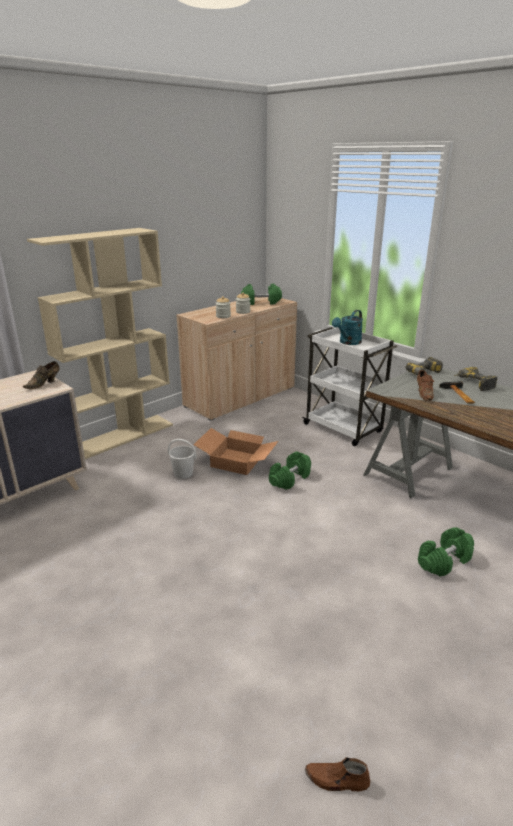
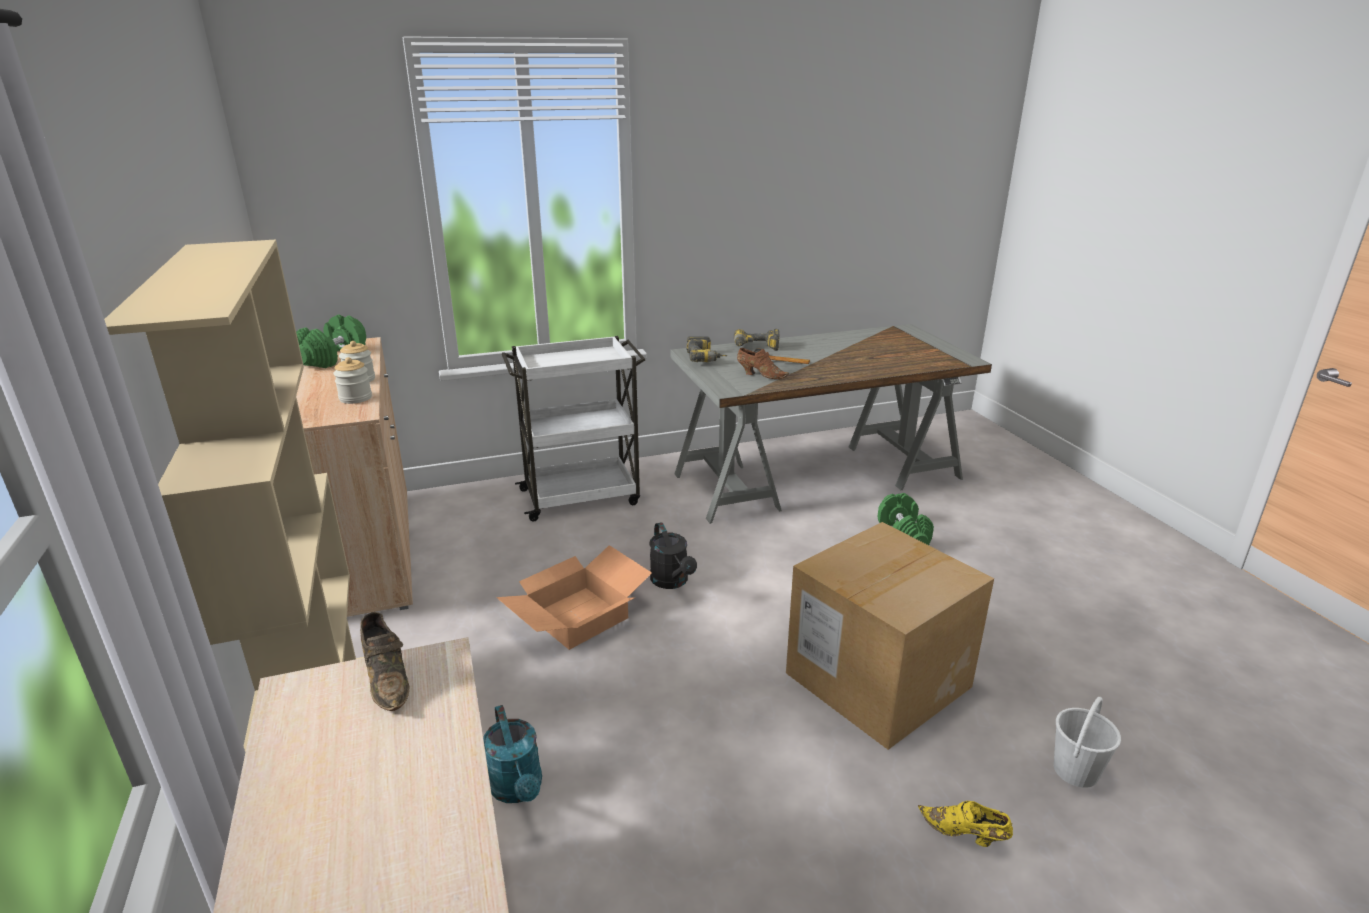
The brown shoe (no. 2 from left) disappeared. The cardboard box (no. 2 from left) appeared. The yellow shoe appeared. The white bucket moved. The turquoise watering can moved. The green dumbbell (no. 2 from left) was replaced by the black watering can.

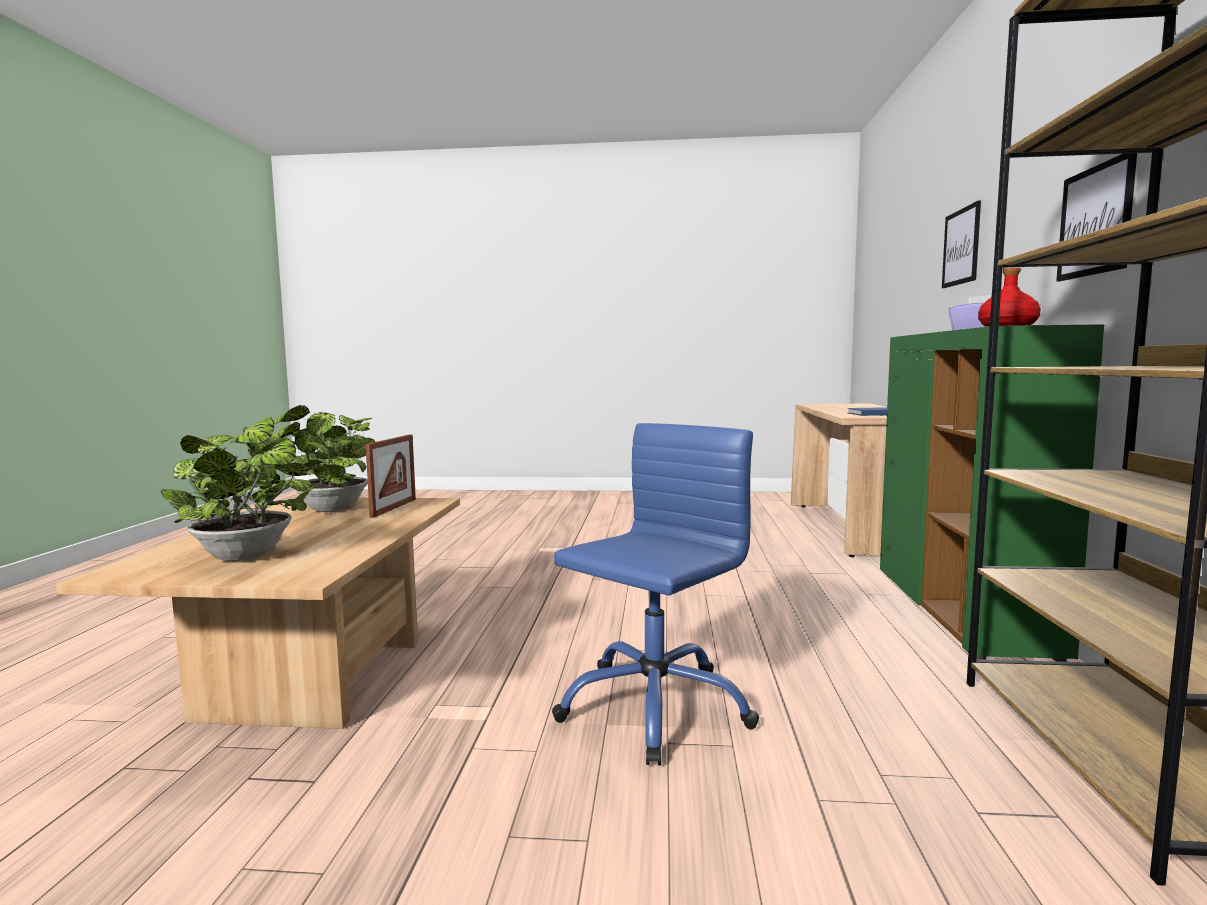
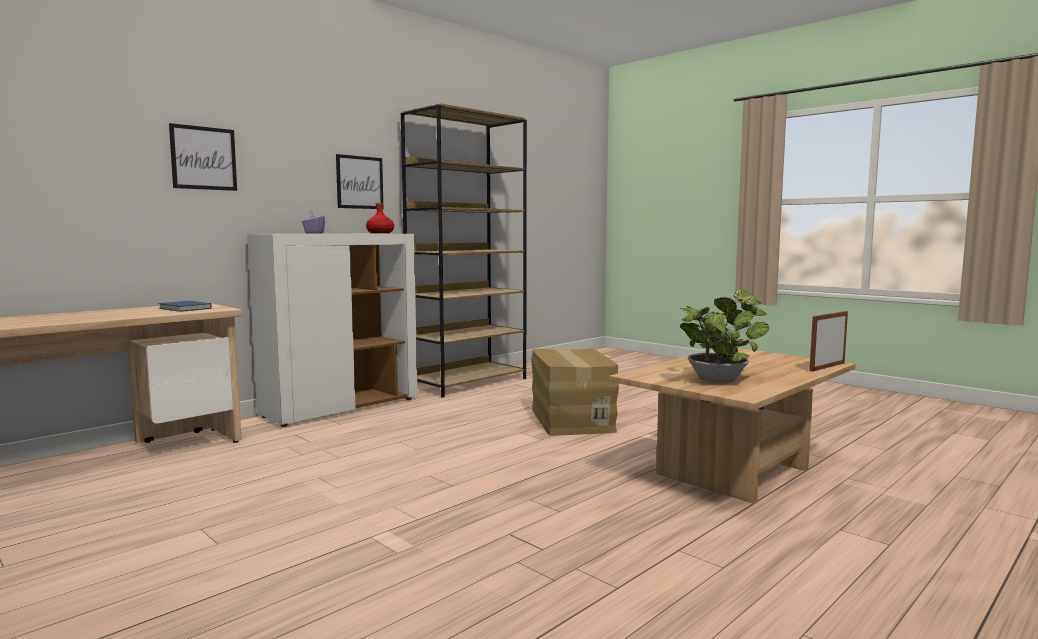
The potted plant (no. 1 from left) disappeared. The picture frame moved. The blue office chair was replaced by the cardboard box. The green cabinet became the white cabinet.

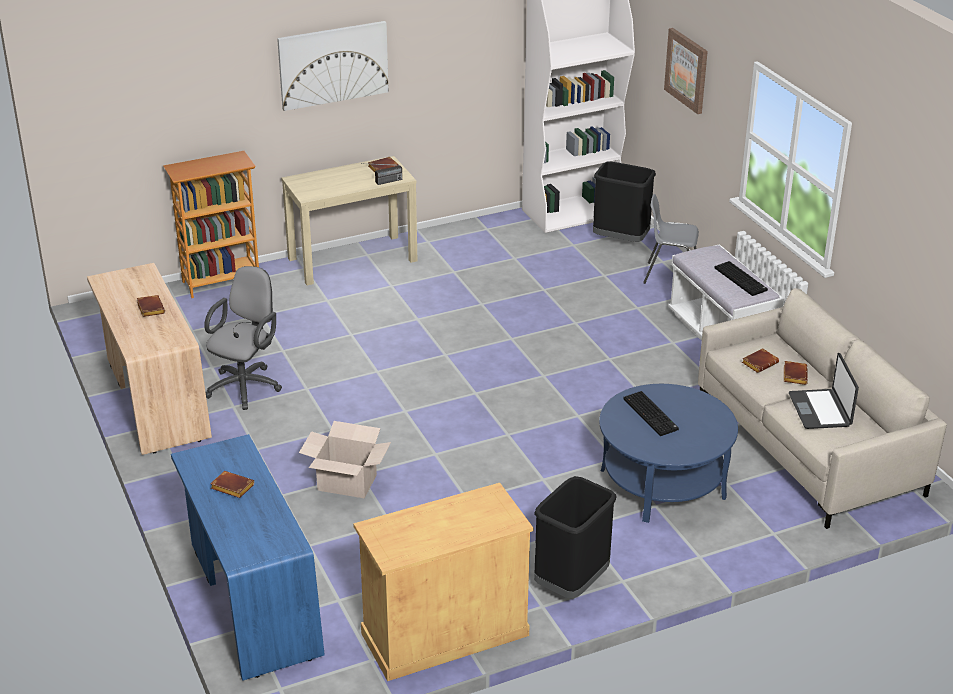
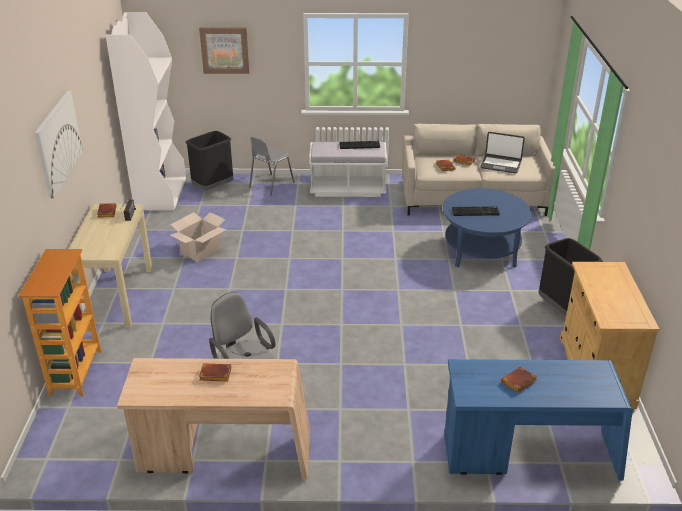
The cardboard box moved.

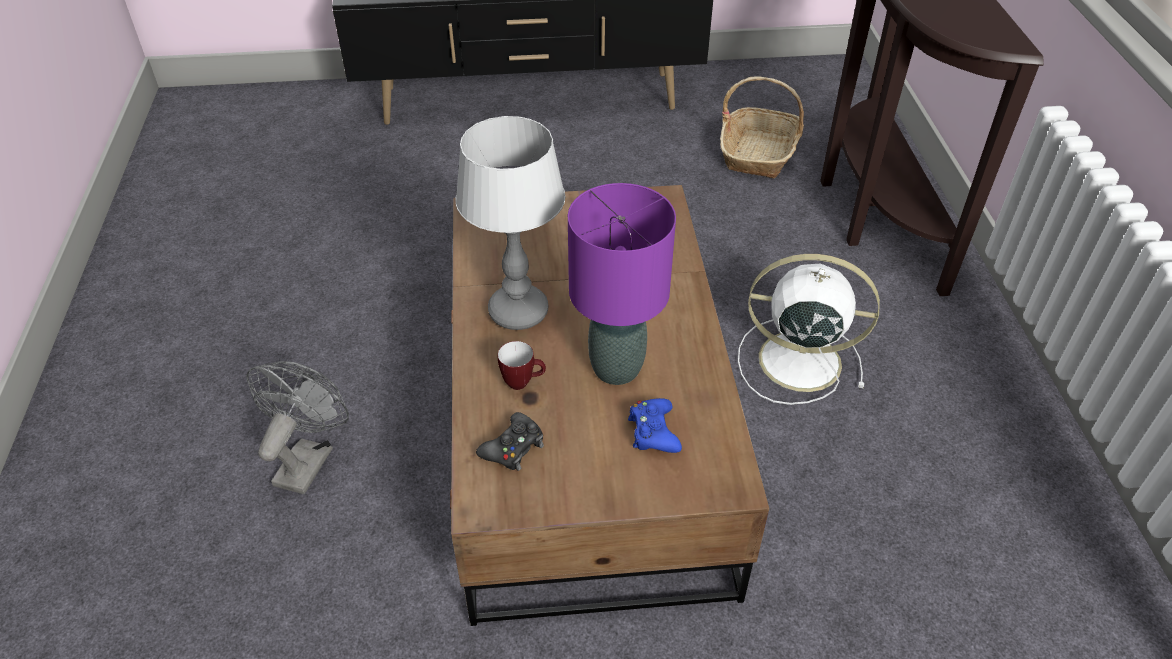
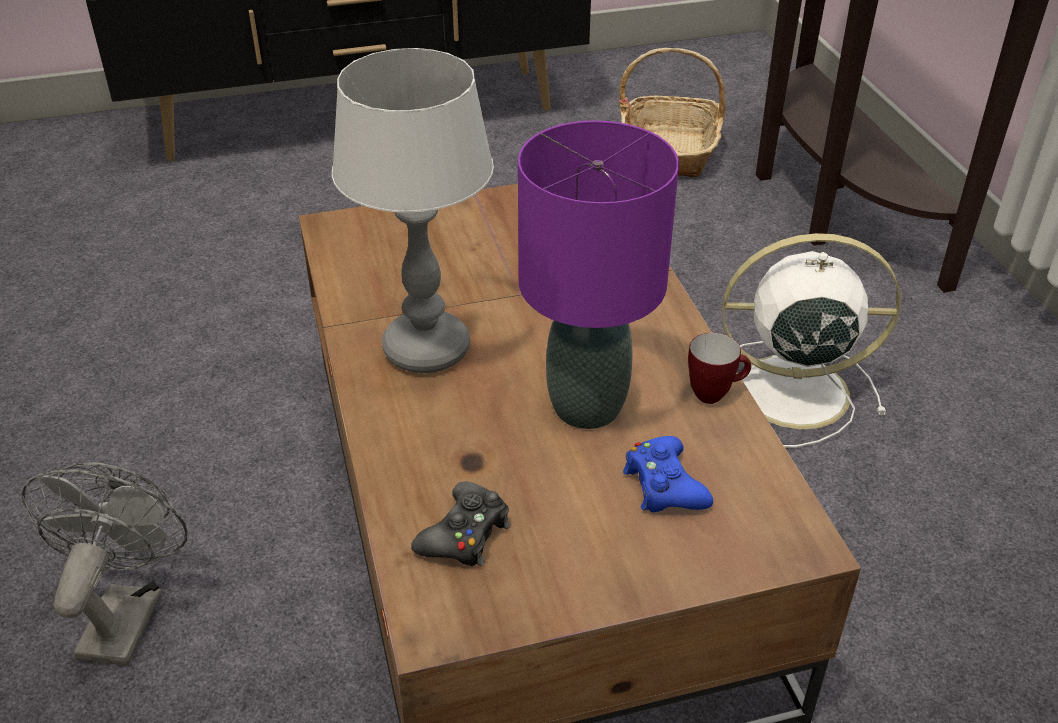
The mug moved.

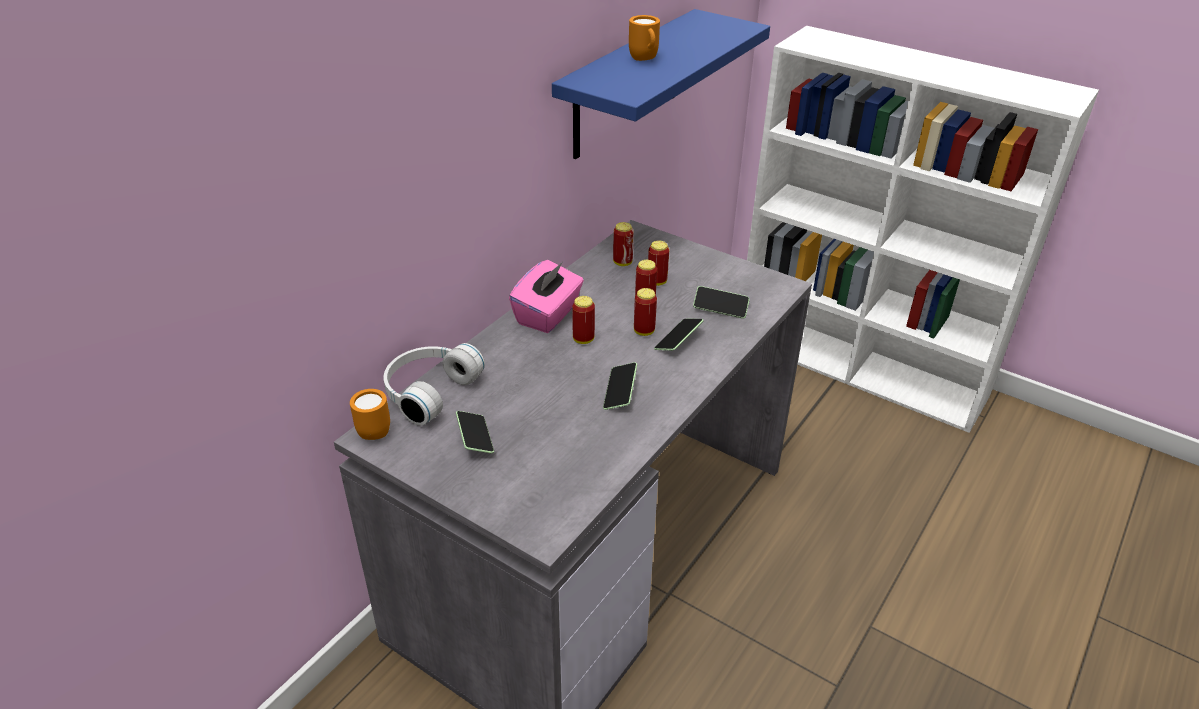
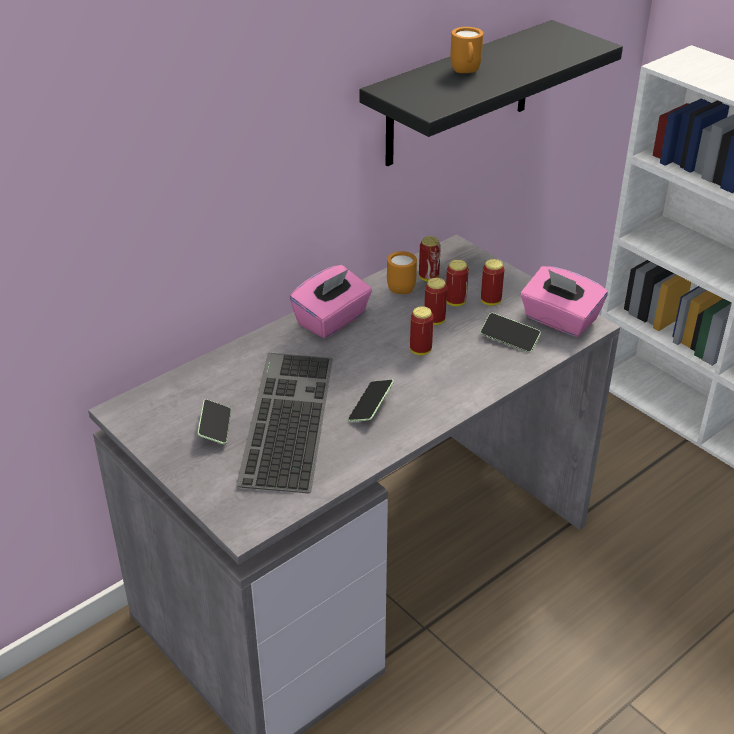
The white headphones disappeared. The phone (no. 3 from left) disappeared. The keyboard appeared. The pink tissue box (no. 2 from left) appeared. The orange mug (no. 1 from left) moved. The can (no. 1 from left in the first image) moved. The blue shelf became the black shelf.

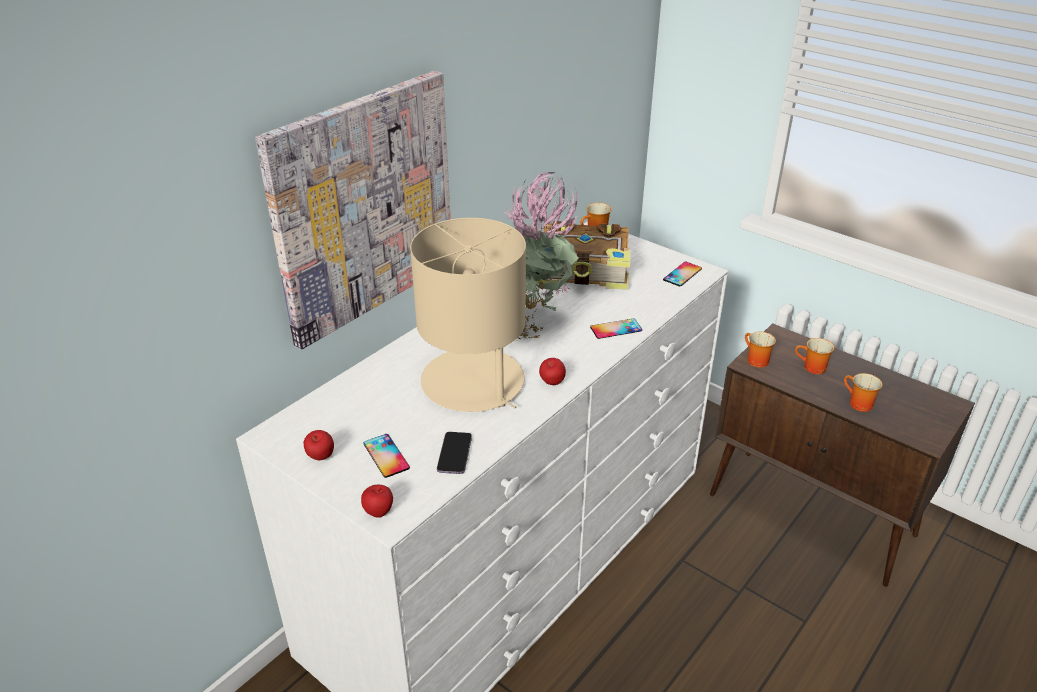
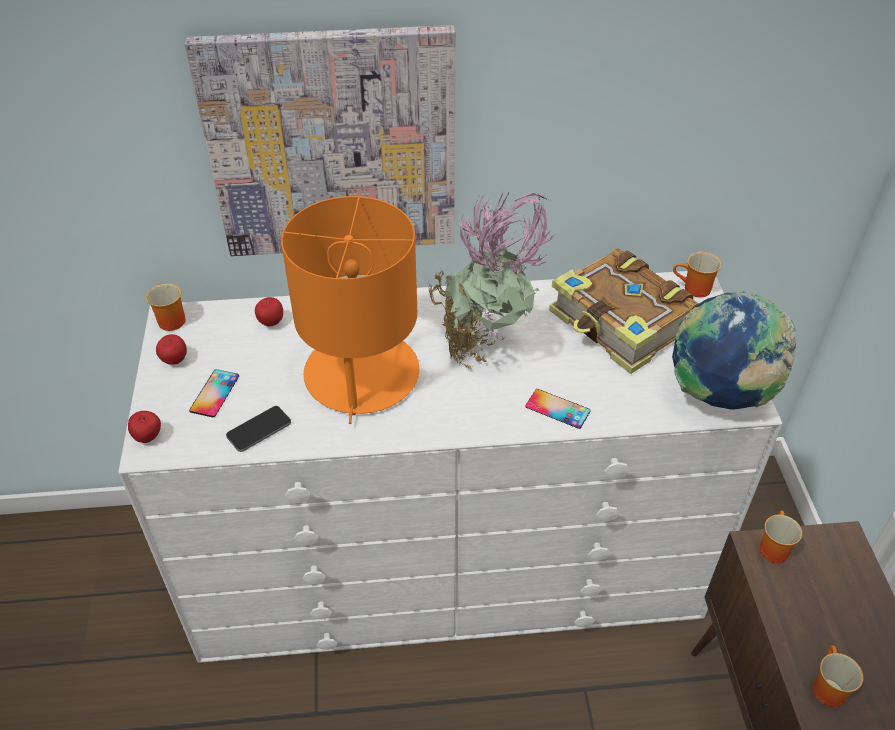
The apple (no. 3 from left) moved. The mug (no. 3 from left in the first image) moved. The phone (no. 4 from left) was replaced by the globe. The beige table lamp became the orange table lamp.

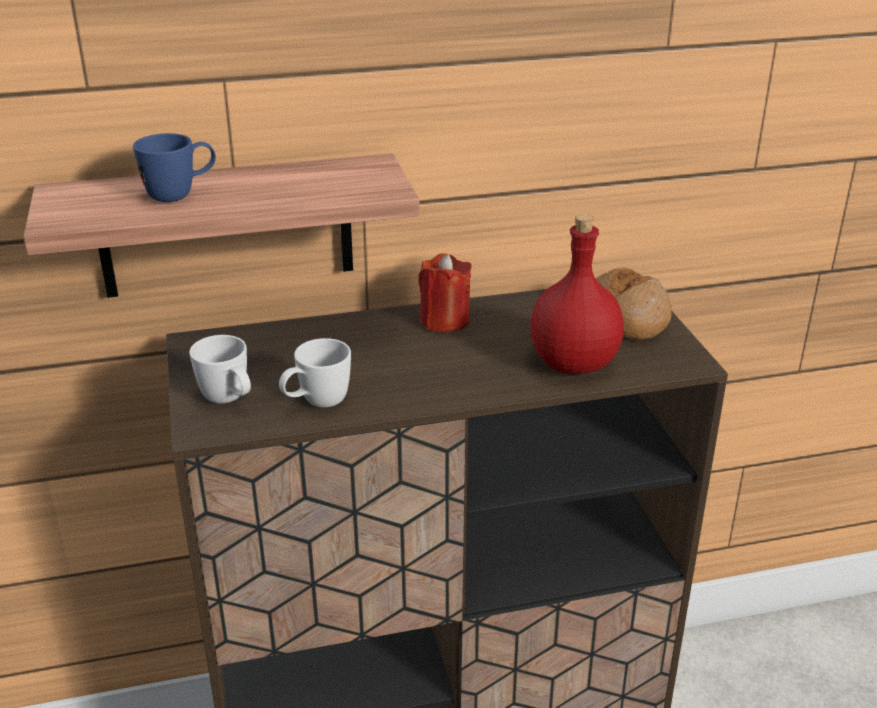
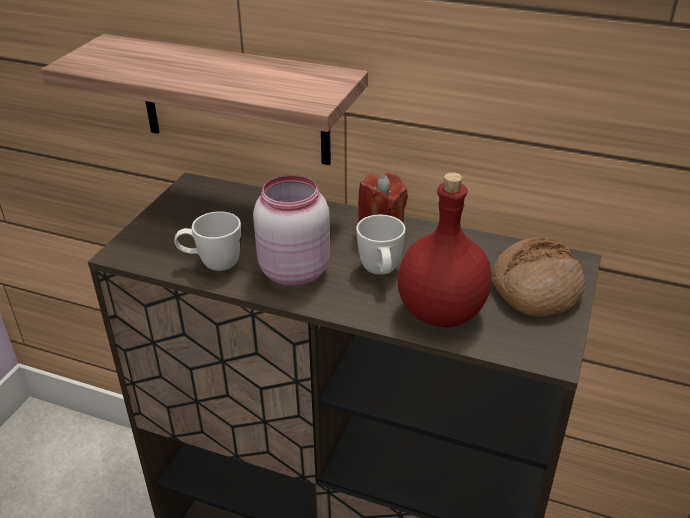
The blue mug disappeared. The pink jar appeared. The white mug (no. 1 from left in the first image) moved.

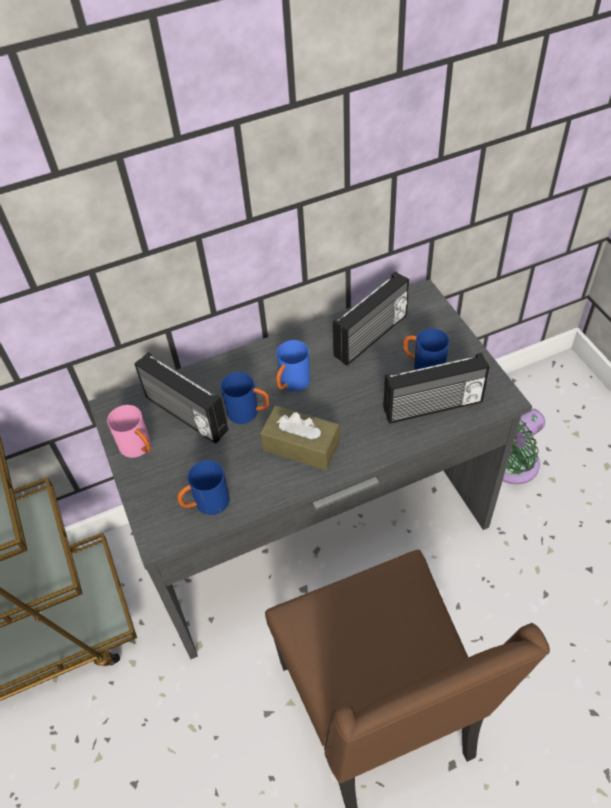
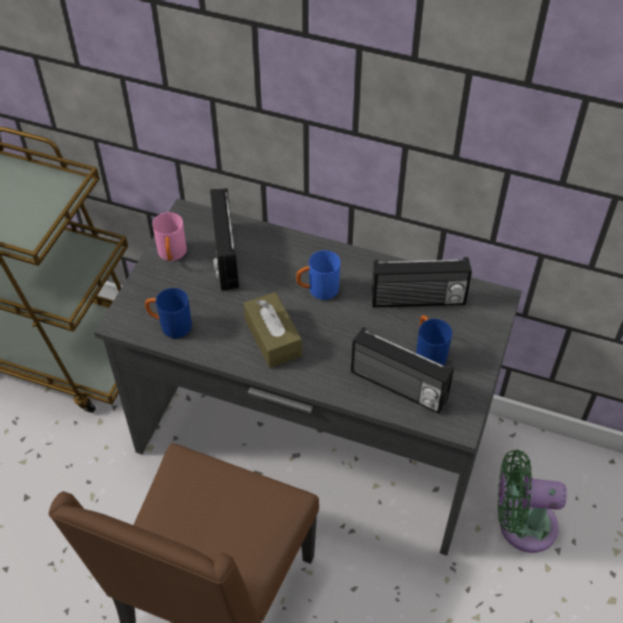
The blue mug (no. 2 from left) disappeared.

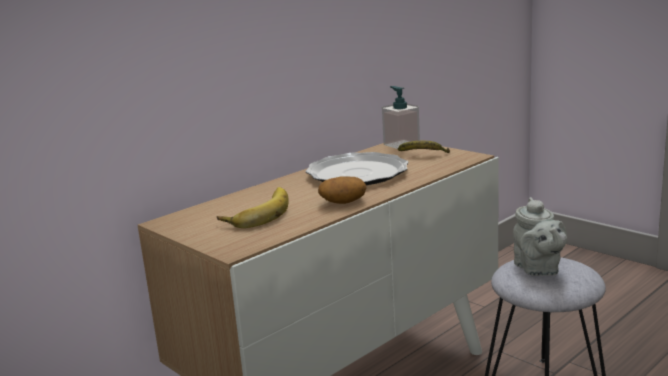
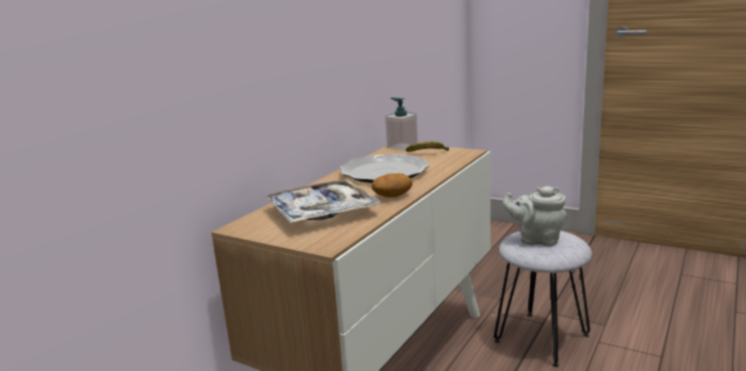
The banana (no. 1 from left) was replaced by the tray. The grey teapot turned 135 degrees clockwise.

